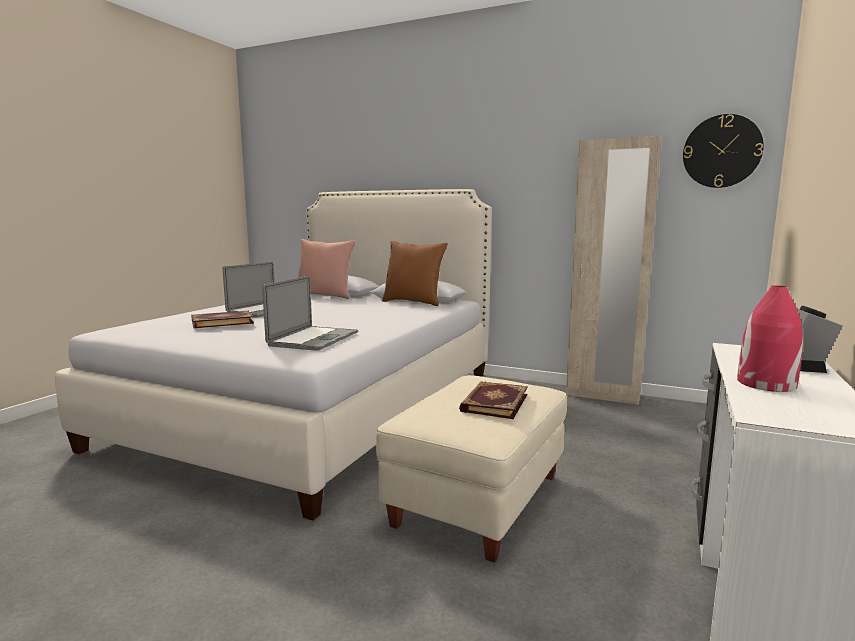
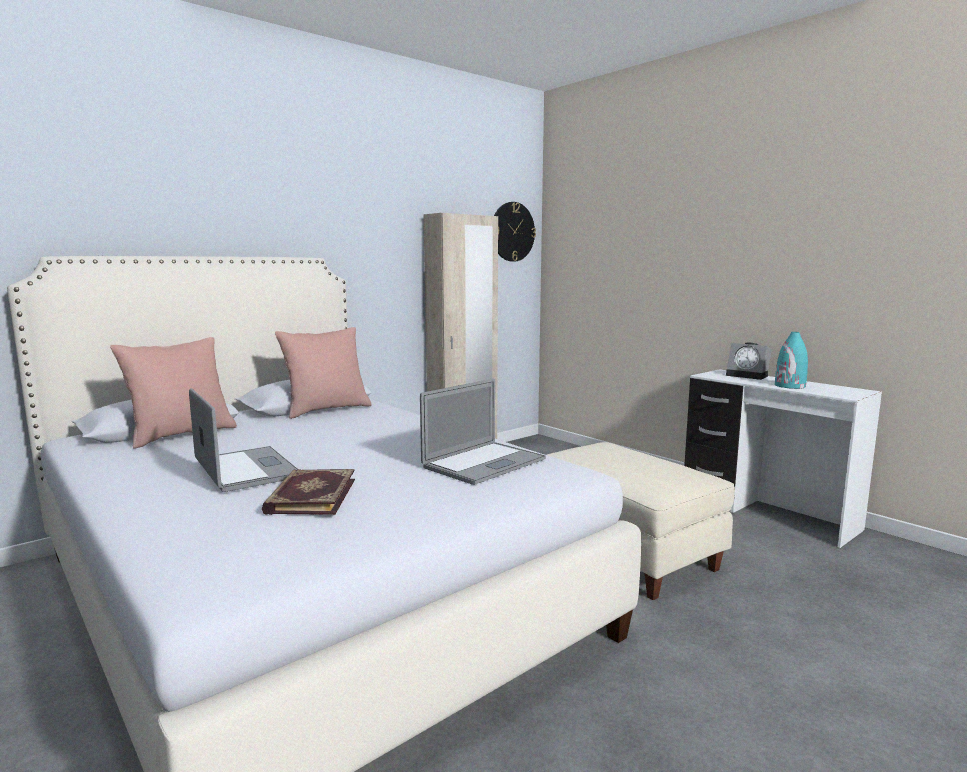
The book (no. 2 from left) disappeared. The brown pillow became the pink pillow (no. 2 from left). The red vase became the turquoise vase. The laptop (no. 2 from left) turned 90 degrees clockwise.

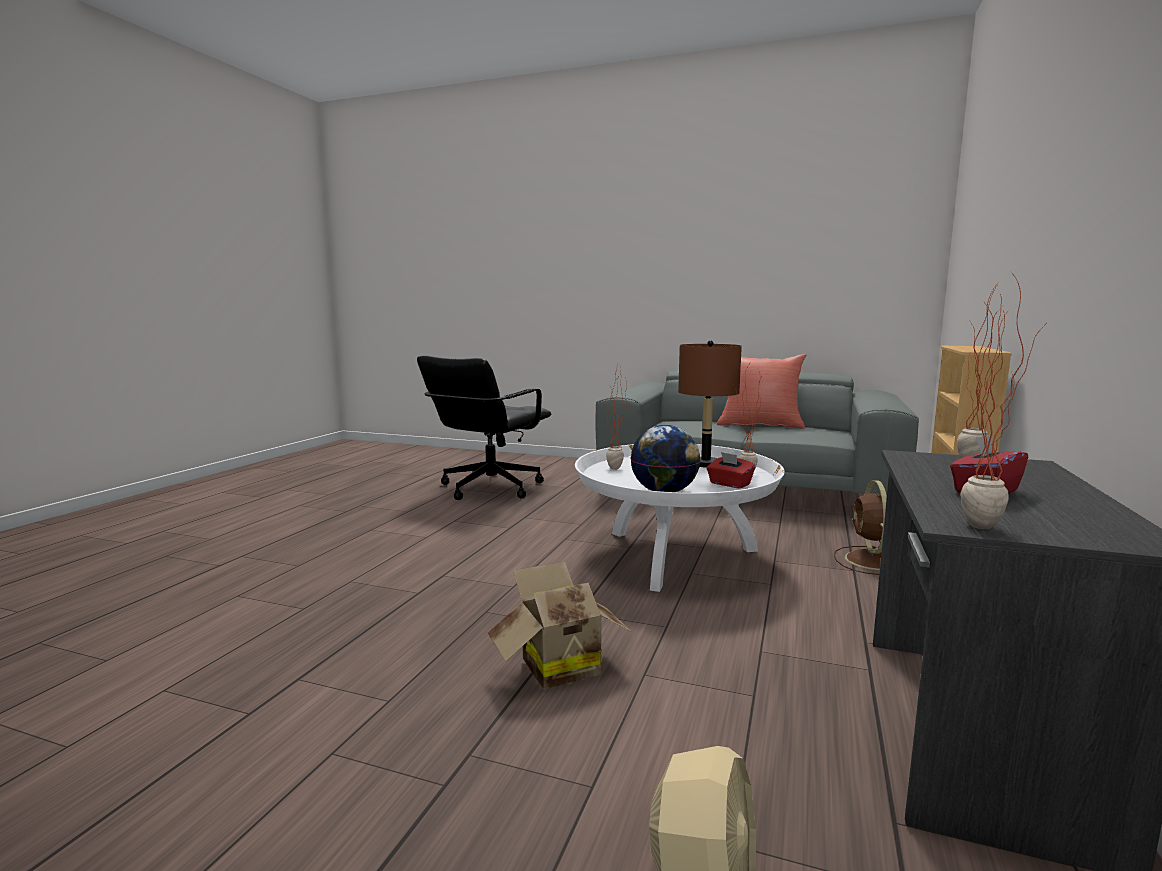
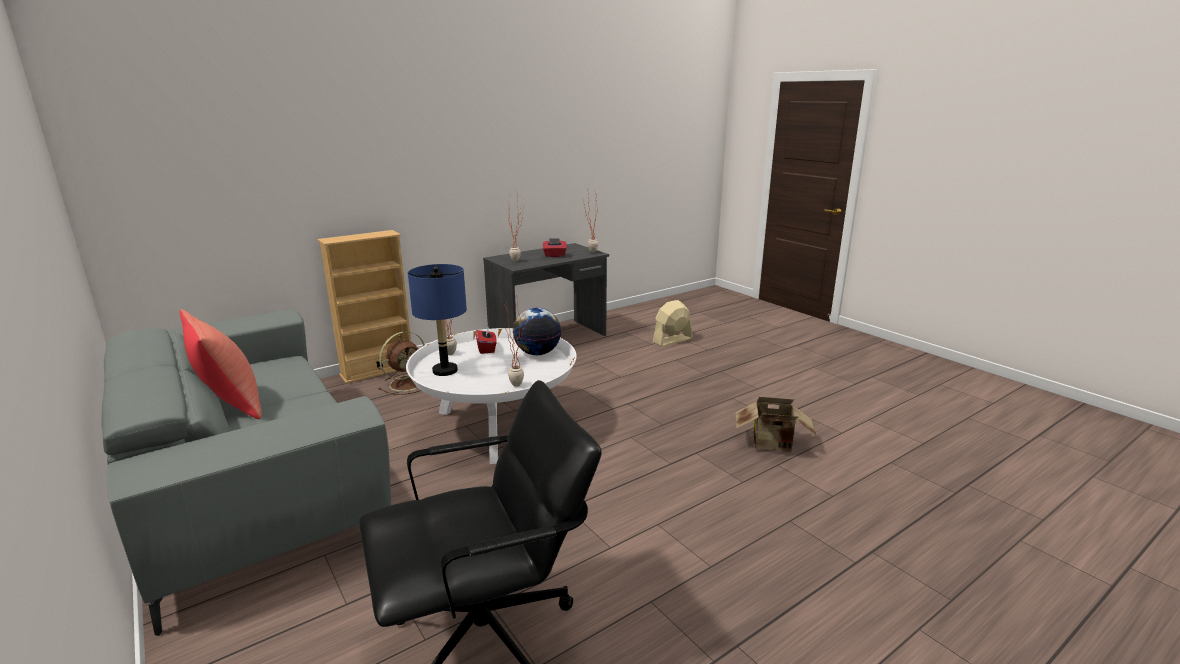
The cardboard box moved. The brown table lamp became the blue table lamp.

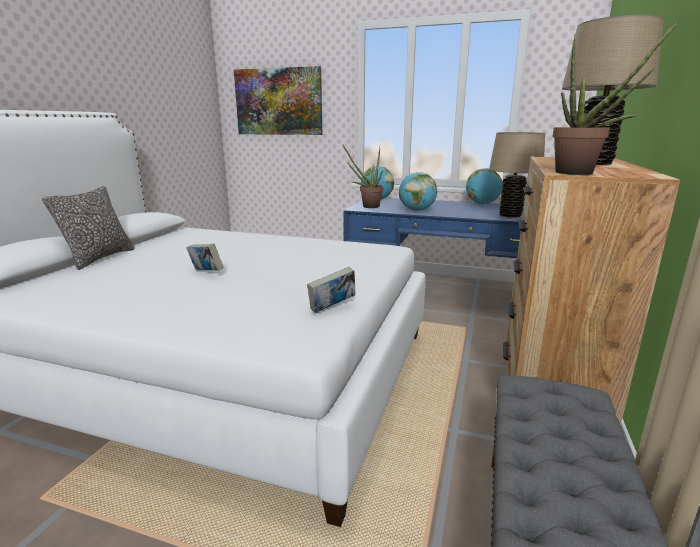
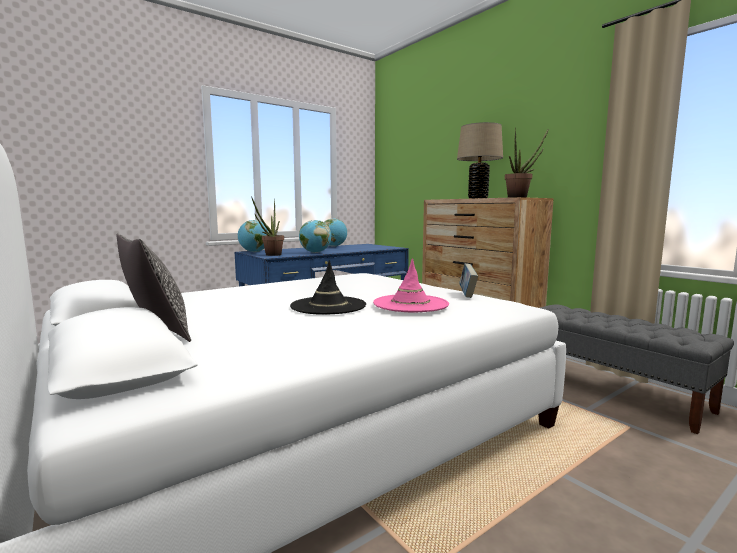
The picture disappeared. The beige table lamp (no. 1 from left) disappeared. The pink hat appeared. The book (no. 1 from left) was replaced by the black hat.

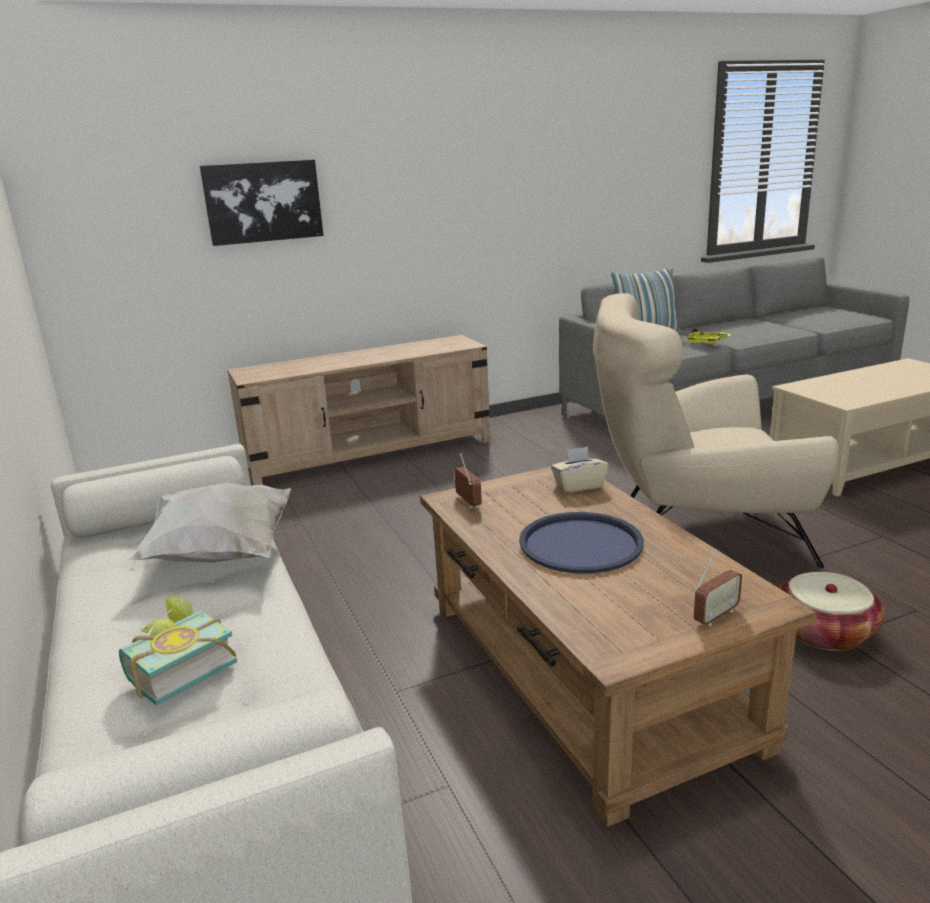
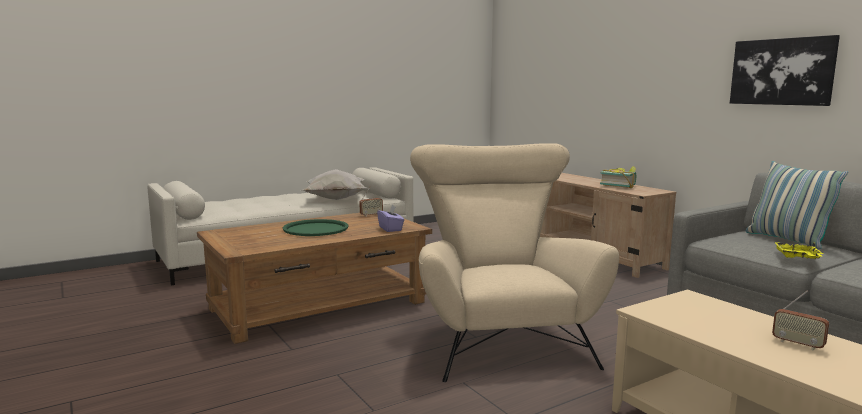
The basket disappeared. The book moved. The picture moved. The radio (no. 2 from left) moved. The blue tray became the green tray. The beige tissue box became the purple tissue box.

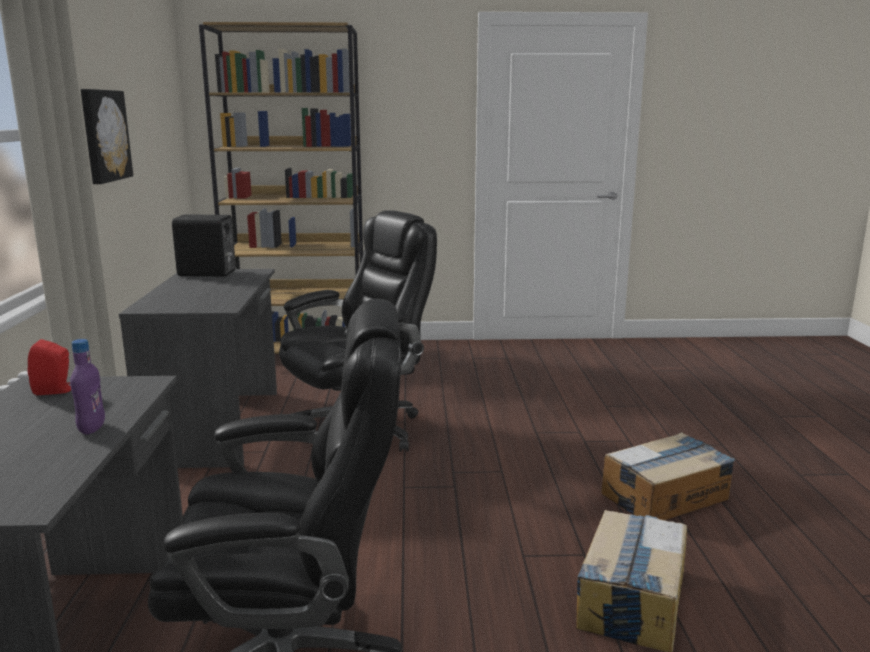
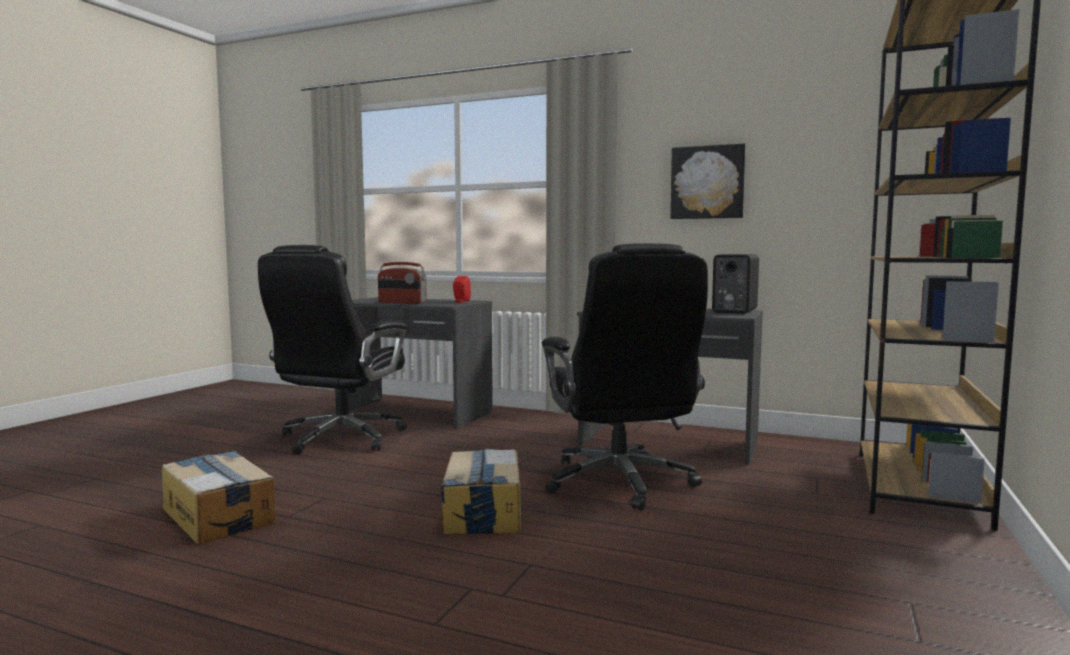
The cardboard box (no. 2 from left) moved. The purple bottle was replaced by the radio.

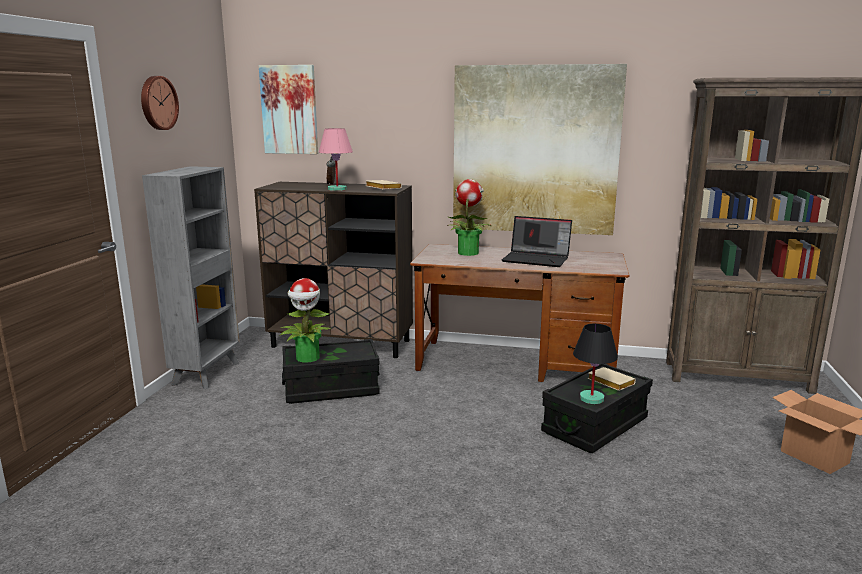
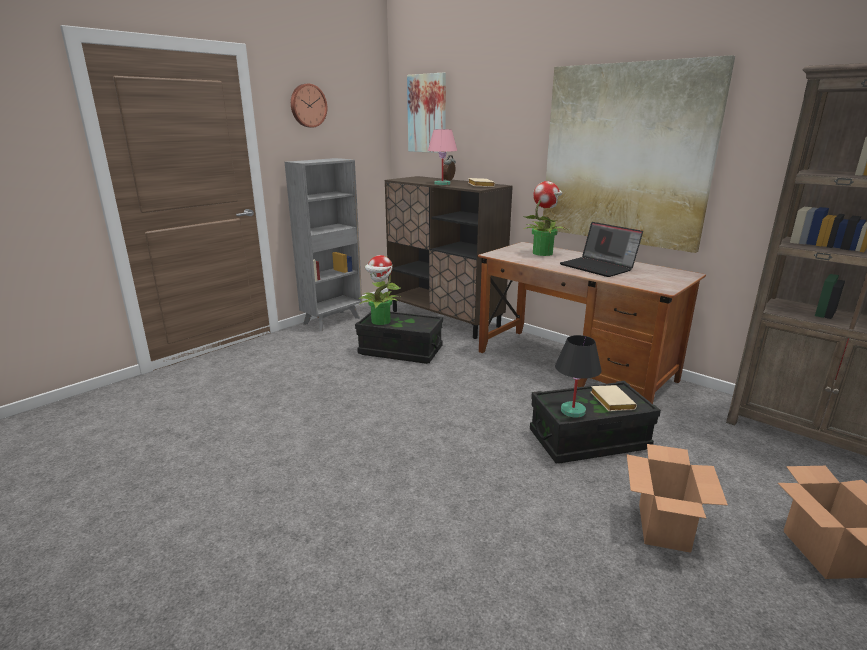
The cardboard box (no. 1 from left) appeared.

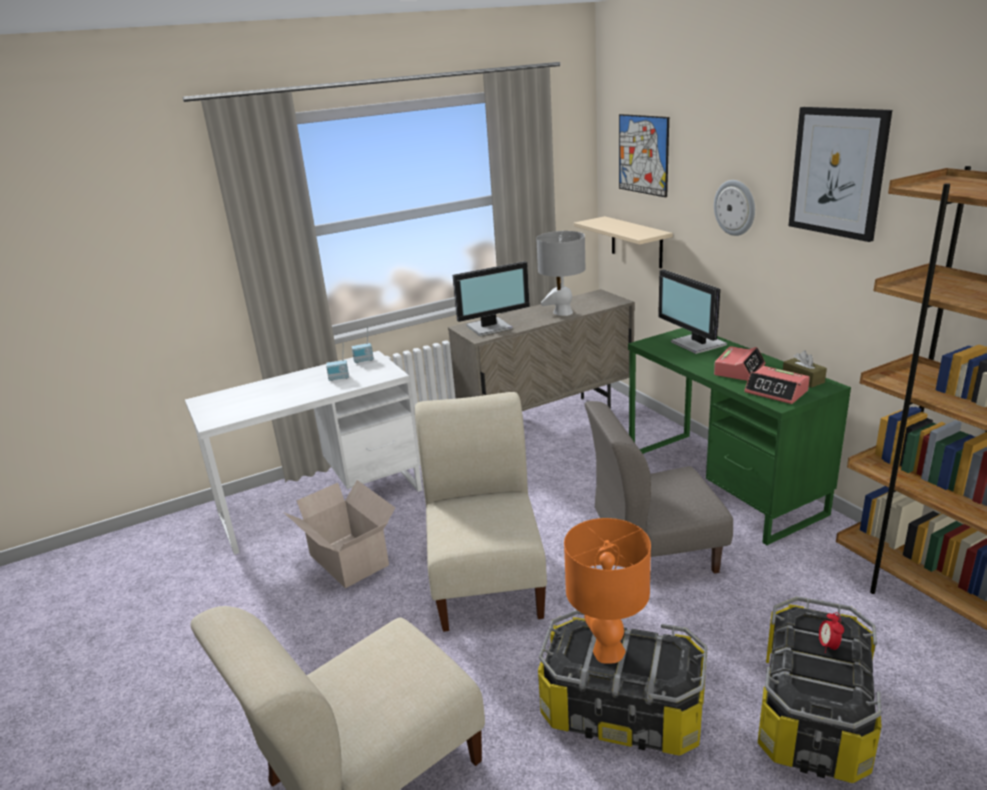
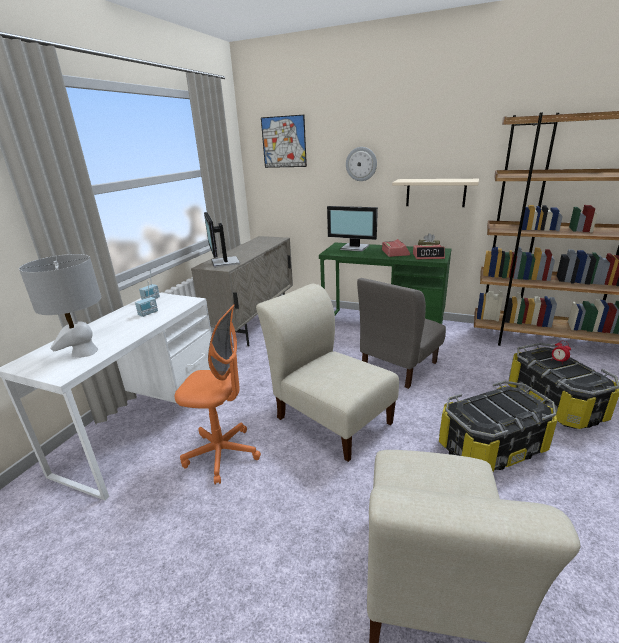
The orange table lamp disappeared. The picture (no. 2 from left) disappeared. The grey table lamp moved. The beige shelf moved. The cardboard box was replaced by the orange office chair. The monitor (no. 1 from left) turned 135 degrees clockwise.

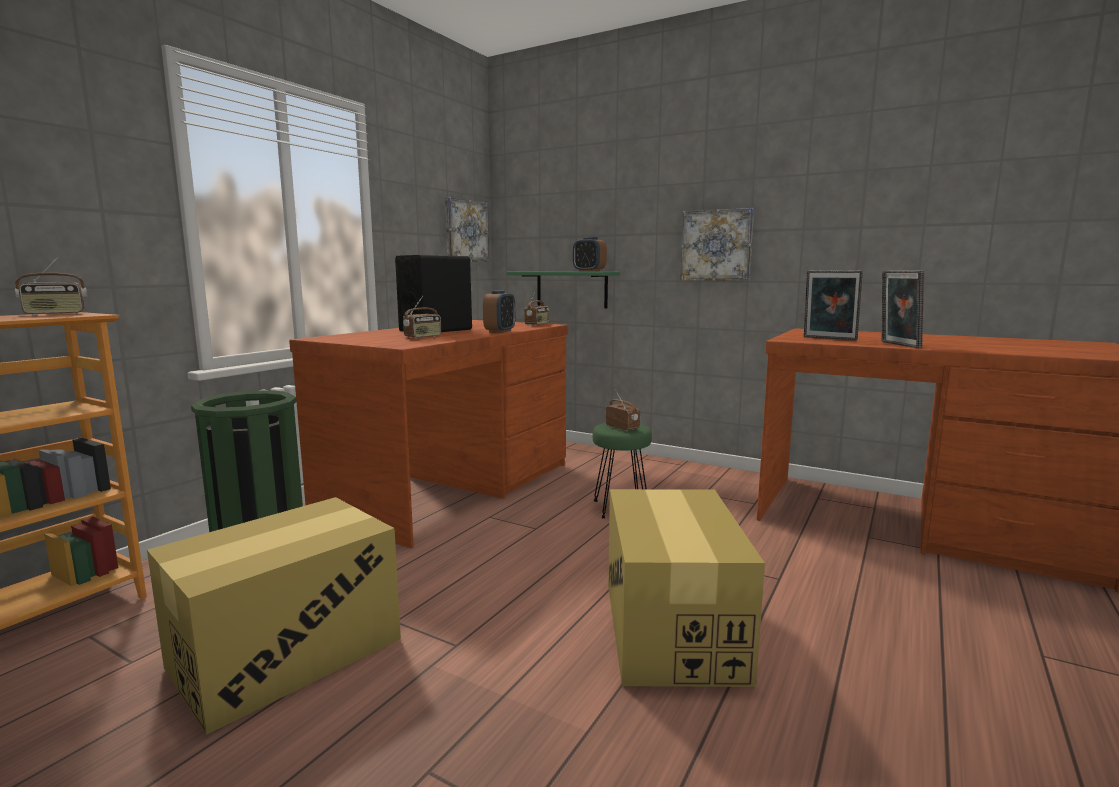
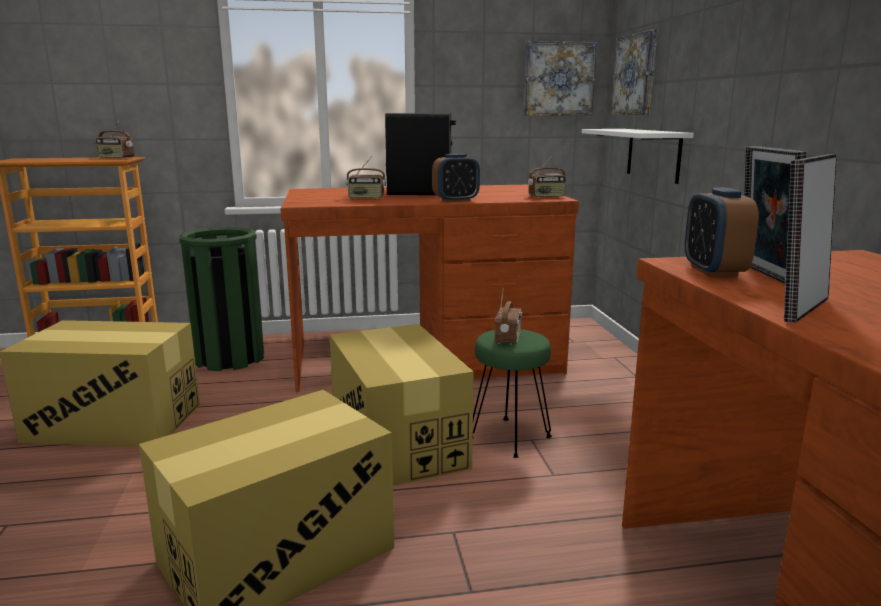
The cardboard box (no. 3 from left) appeared. The alarm clock (no. 2 from left) moved. The picture (no. 2 from left) moved. The green shelf became the white shelf.

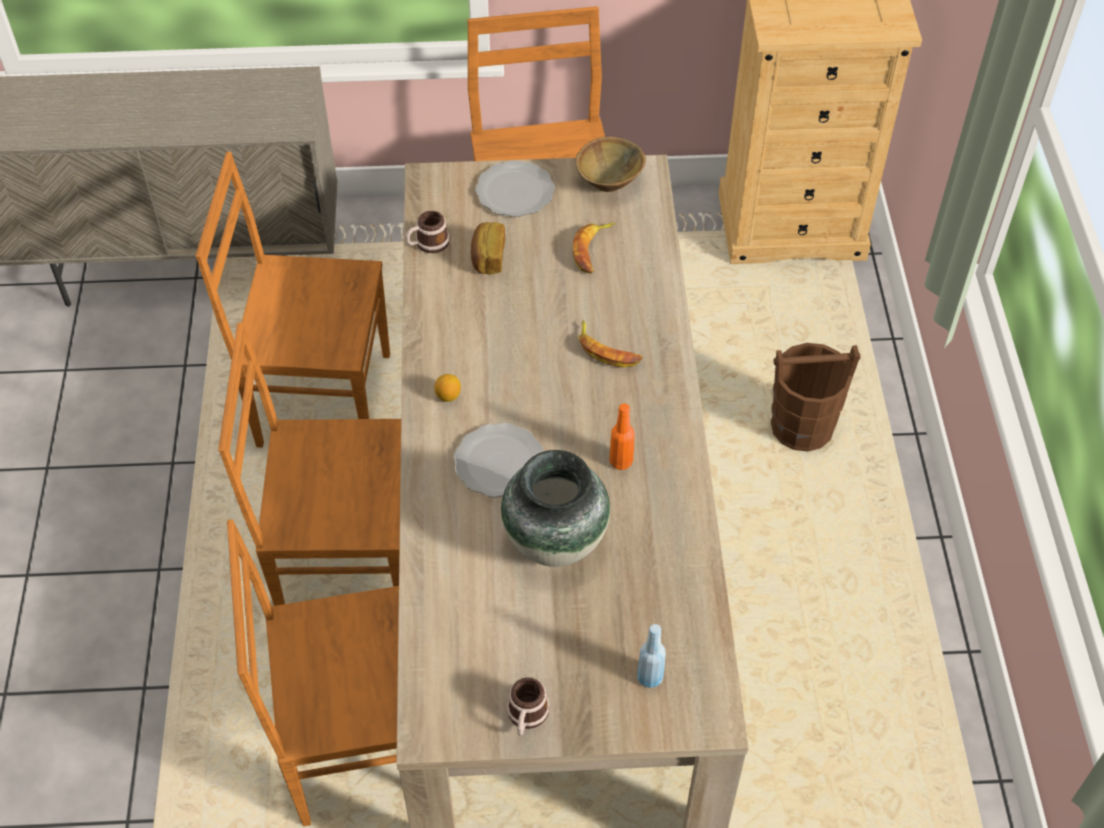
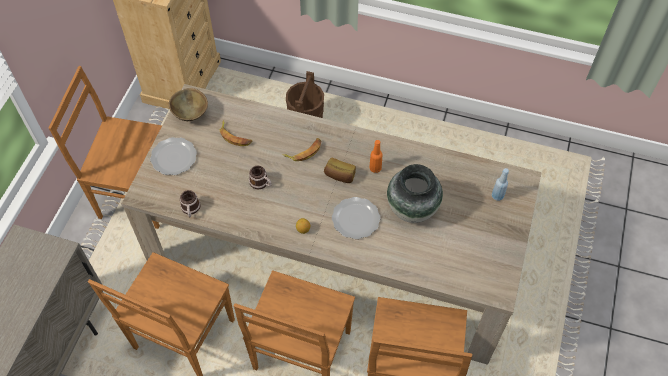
The bread moved. The mug (no. 2 from left) moved.

